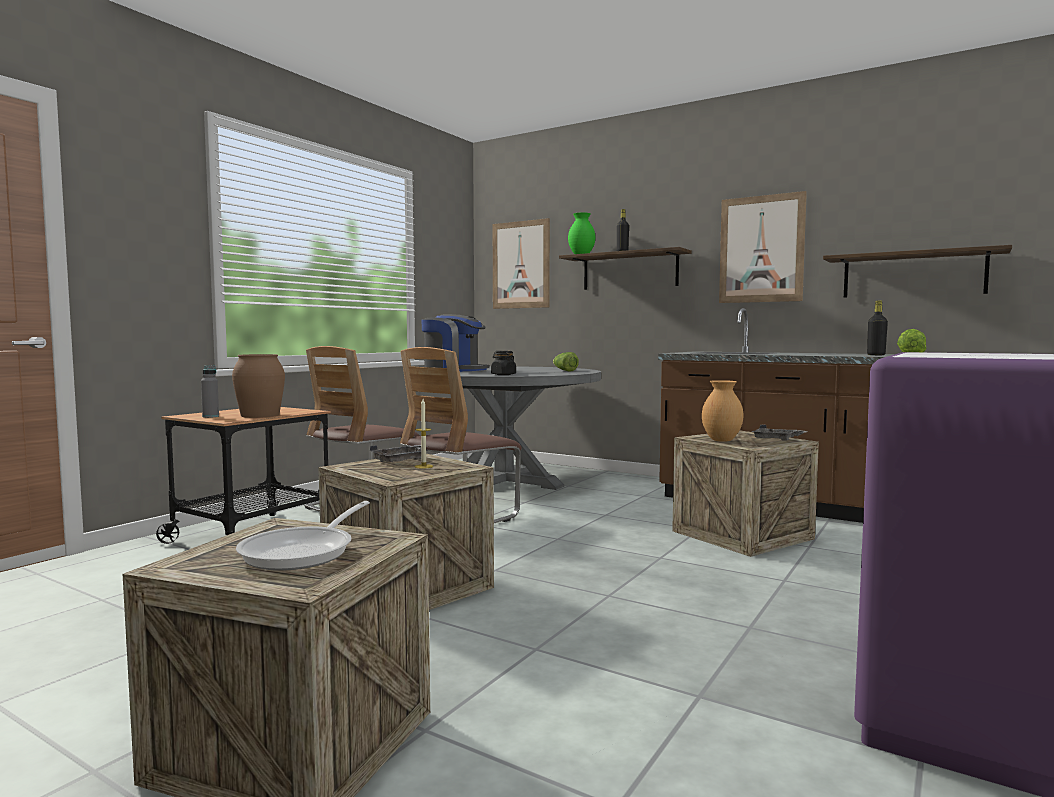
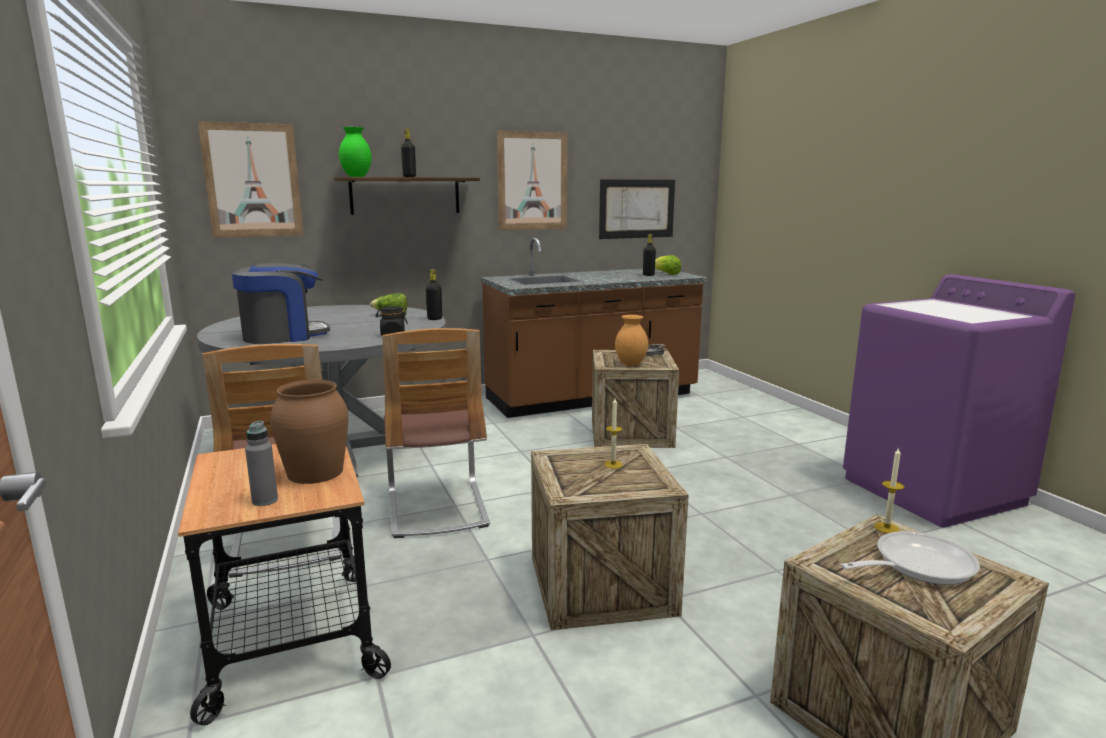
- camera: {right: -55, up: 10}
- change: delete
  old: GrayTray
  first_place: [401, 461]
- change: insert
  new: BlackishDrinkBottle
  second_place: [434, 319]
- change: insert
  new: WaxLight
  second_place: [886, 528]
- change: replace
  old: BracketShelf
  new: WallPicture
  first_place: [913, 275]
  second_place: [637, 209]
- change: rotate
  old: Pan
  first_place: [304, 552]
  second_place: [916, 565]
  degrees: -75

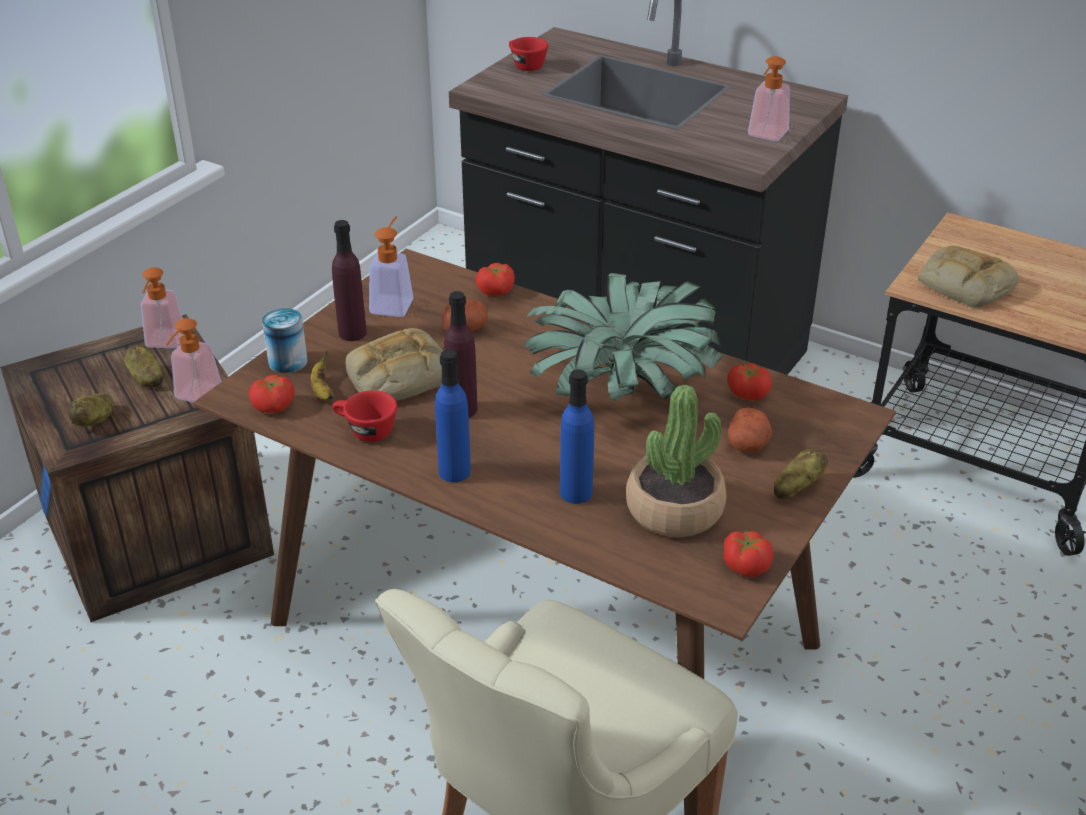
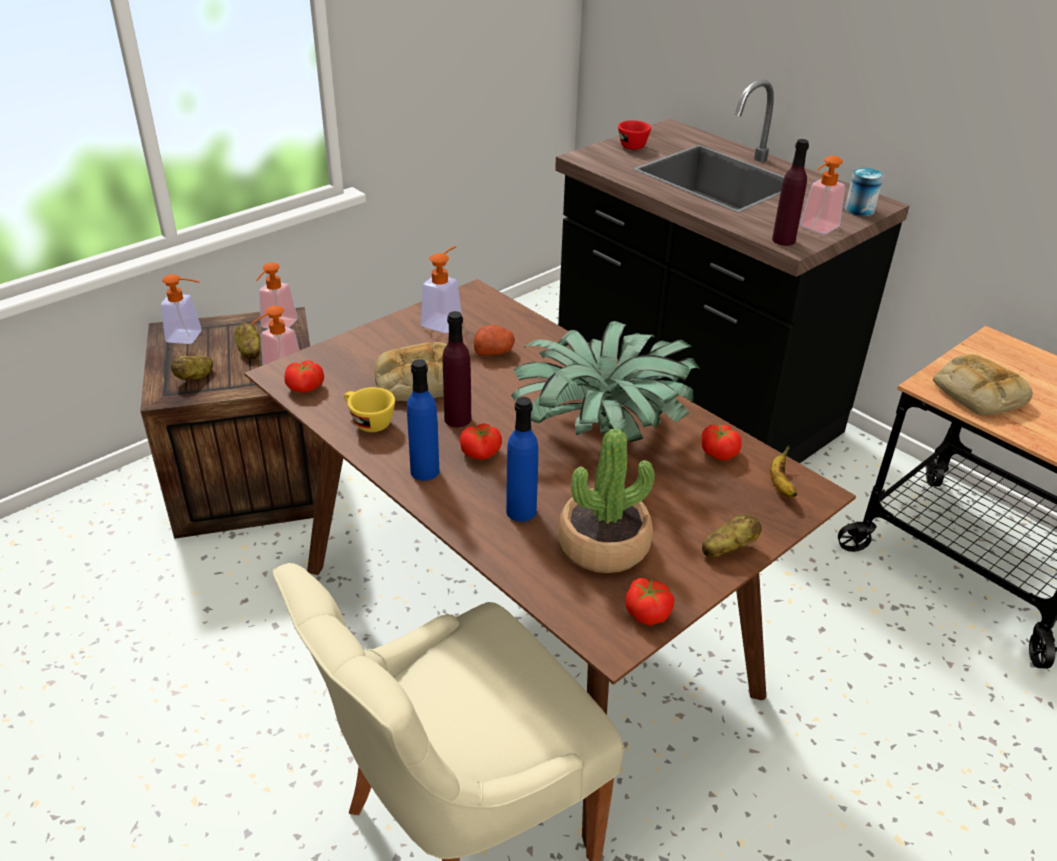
- camera: {right: 15, up: 0}
- change: delete
  old: Spud
  first_place: [748, 445]
- change: insert
  new: SoapDispenser
  second_place: [190, 337]
- change: move
  old: MetalCan
  first_place: [288, 362]
  second_place: [859, 210]
- change: move
  old: BananaFruit
  first_place: [322, 391]
  second_place: [780, 484]
- change: move
  old: PurpleDrinkBottle
  first_place: [352, 333]
  second_place: [783, 240]
- change: move
  old: WholeTomato
  first_place: [496, 291]
  second_place: [481, 453]
- change: recolor
  old: ReddishCup
  new: YellowCup
  first_place: [365, 431]
  second_place: [367, 422]

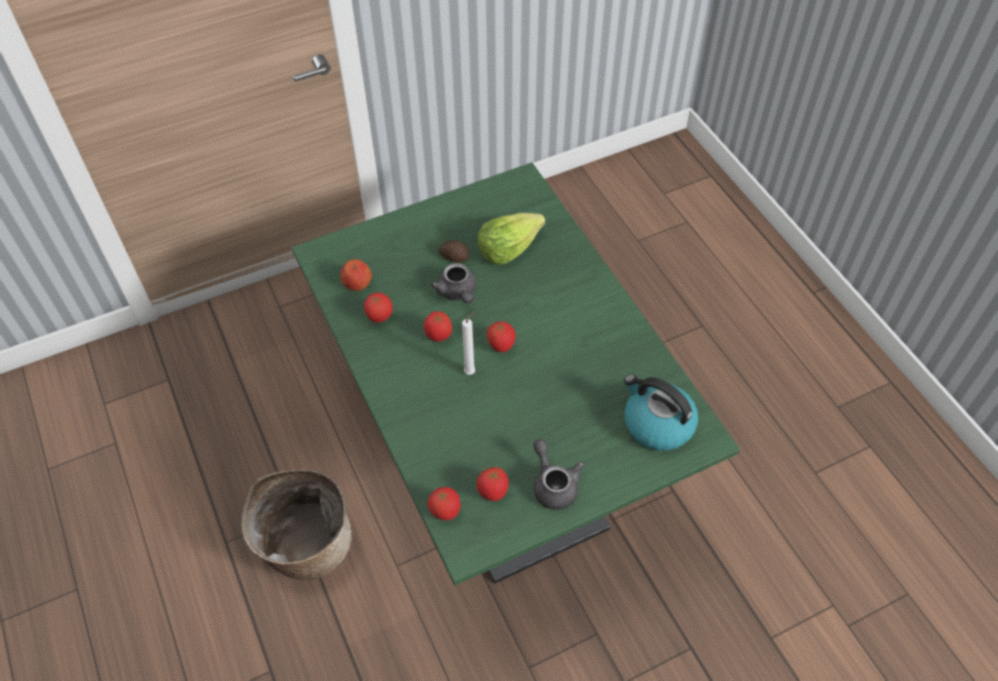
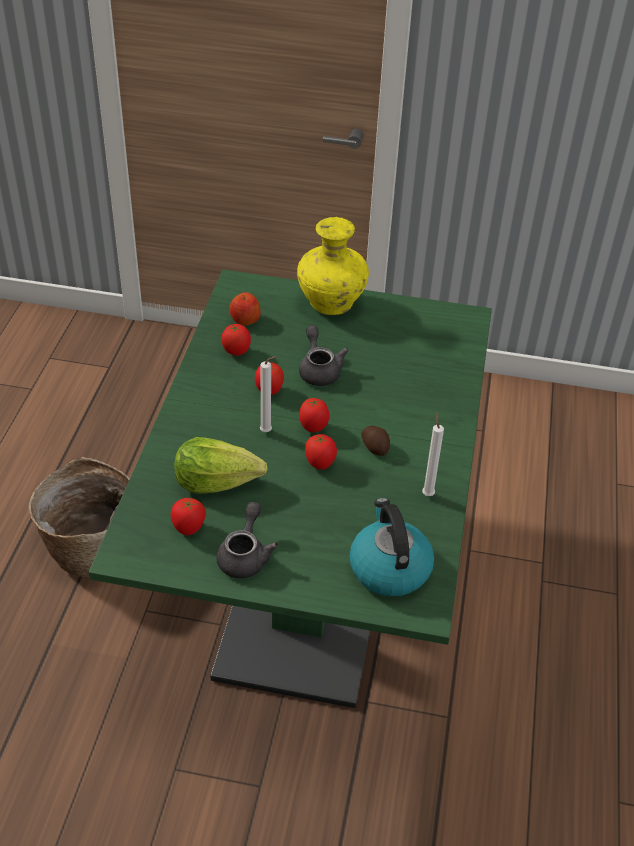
- camera: {right: 35, up: -10}
- change: insert
  new: YellowVase
  second_place: [330, 303]
- change: insert
  new: WhitishWaxLight
  second_place: [427, 493]
- change: move
  old: WholeTomato
  first_place: [445, 511]
  second_place: [320, 464]
- change: move
  old: Spud
  first_place: [454, 256]
  second_place: [375, 447]
- change: move
  old: Lettuce
  first_place: [508, 248]
  second_place: [217, 481]
- change: rotate
  old: GrayPotForTea
  first_place: [458, 293]
  second_place: [319, 369]
  degrees: 150

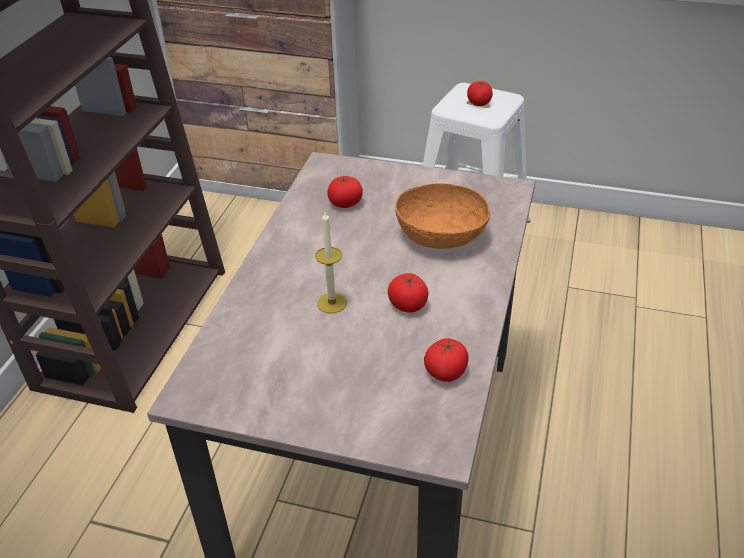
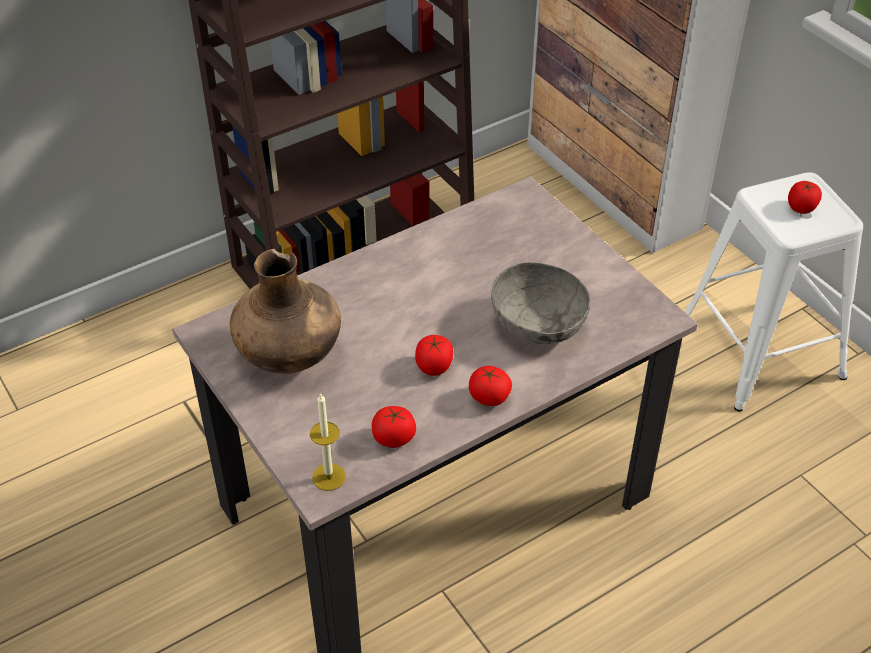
- camera: {right: 40, up: 5}
- change: insert
  new: BrownColouredVase
  second_place: [290, 355]
- change: move
  old: WaxLight
  first_place: [332, 303]
  second_place: [329, 477]
- change: move
  old: WholeTomato
  first_place: [345, 203]
  second_place: [489, 397]
- change: recolor
  old: OrangeyServingBowl
  new: GrayServingBowl
  first_place: [441, 235]
  second_place: [538, 324]

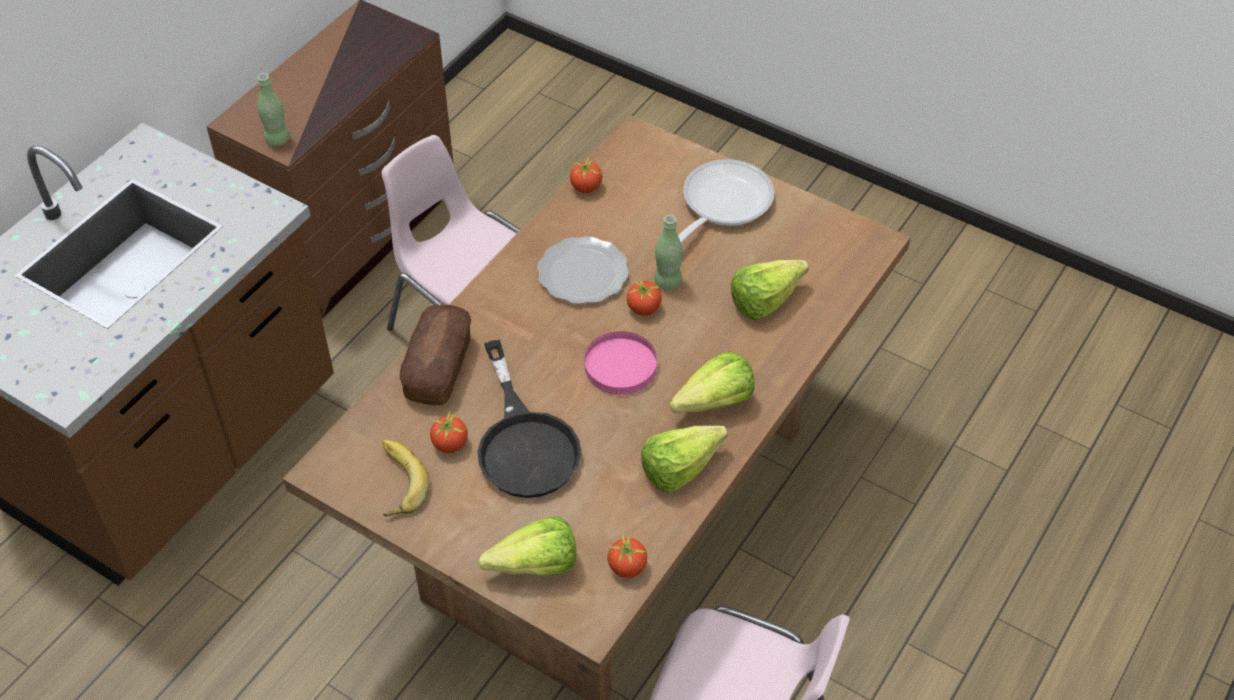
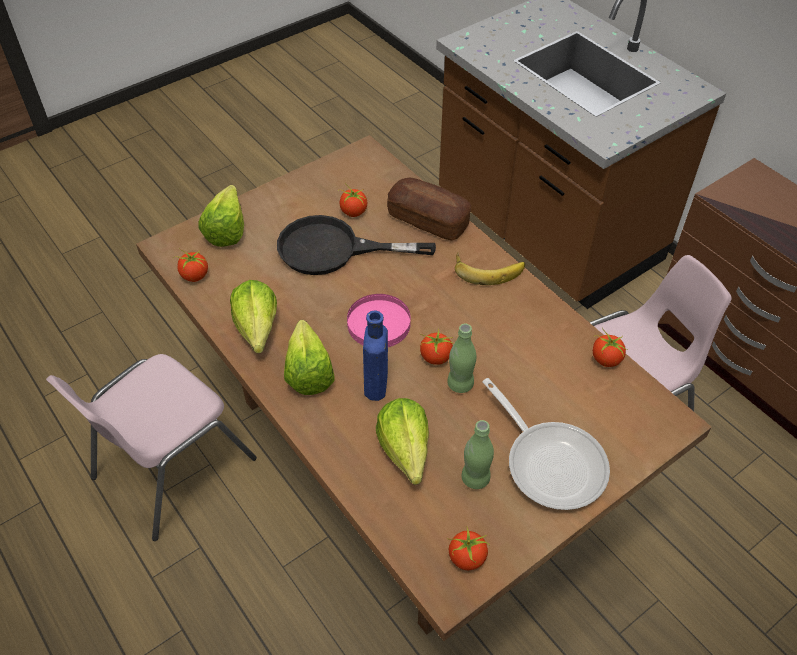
- camera: {right: 110, up: 0}
- change: delete
  old: DinnerPlate
  first_place: [583, 274]
- change: insert
  new: BlueColouredDrinkBottle
  second_place: [376, 387]
- change: insert
  new: WholeTomato
  second_place: [466, 558]
- change: move
  old: GreenishDrinkBottle
  first_place: [277, 139]
  second_place: [475, 478]
- change: move
  old: BananaFruit
  first_place: [395, 482]
  second_place: [488, 269]

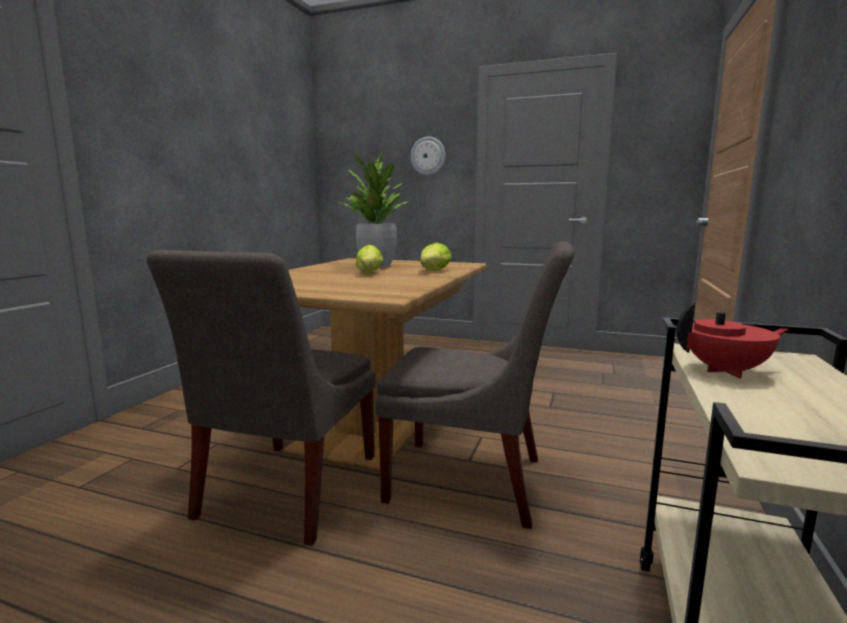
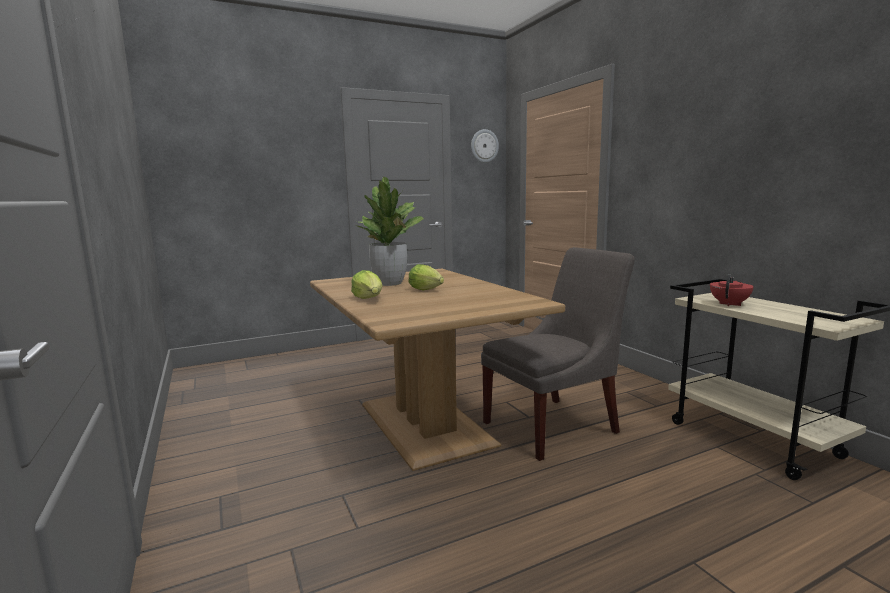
- camera: {right: -45, up: 0}
- change: delete
  old: GrayChair
  first_place: [284, 493]
- change: move
  old: HangingClock
  first_place: [428, 156]
  second_place: [484, 146]
- change: move
  old: Lettuce
  first_place: [434, 271]
  second_place: [369, 299]

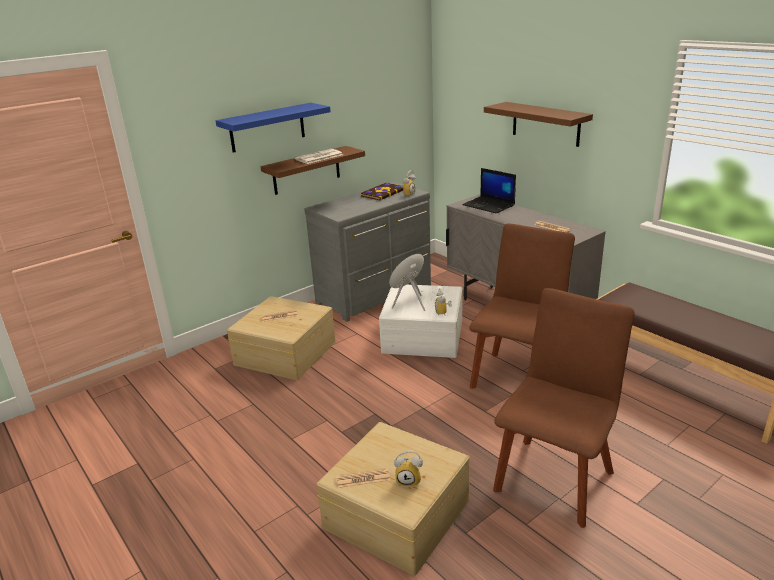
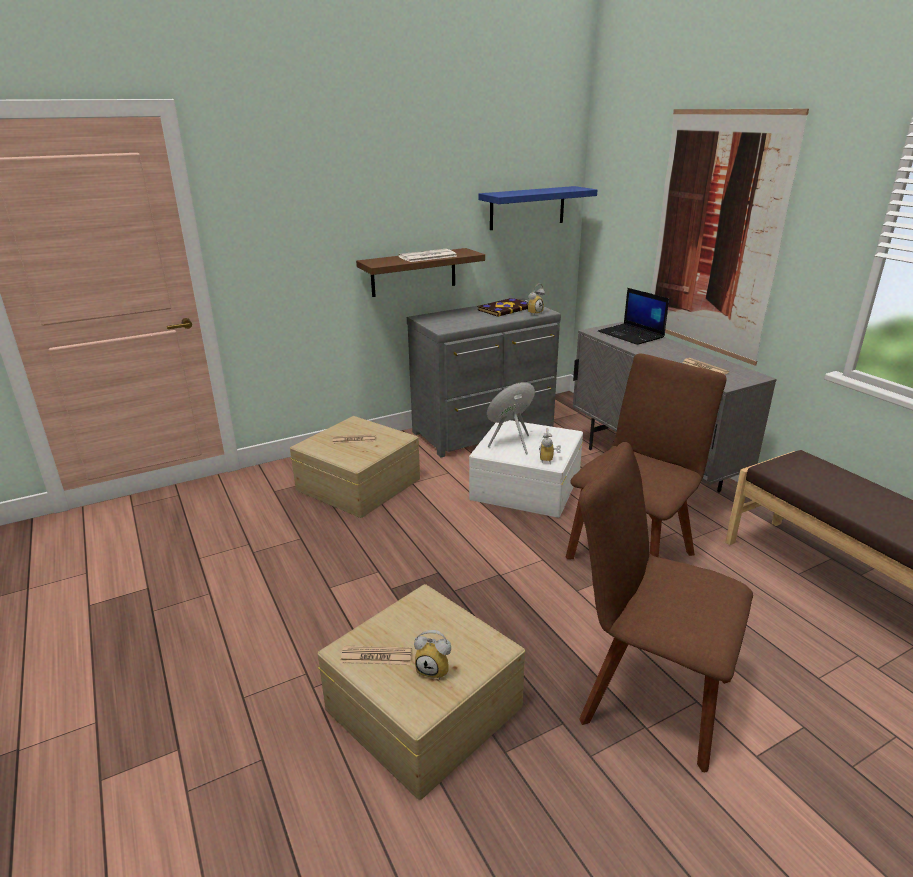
- camera: {right: 10, up: 0}
- change: move
  old: BlueColouredBracketShelf
  first_place: [267, 127]
  second_place: [527, 208]
- change: replace
  old: BrownColouredBracketShelf
  new: WallPicture
  first_place: [545, 124]
  second_place: [715, 235]
- change: rotate
  old: BrownColouredChair
  first_place: [555, 476]
  second_place: [648, 695]
  degrees: -105

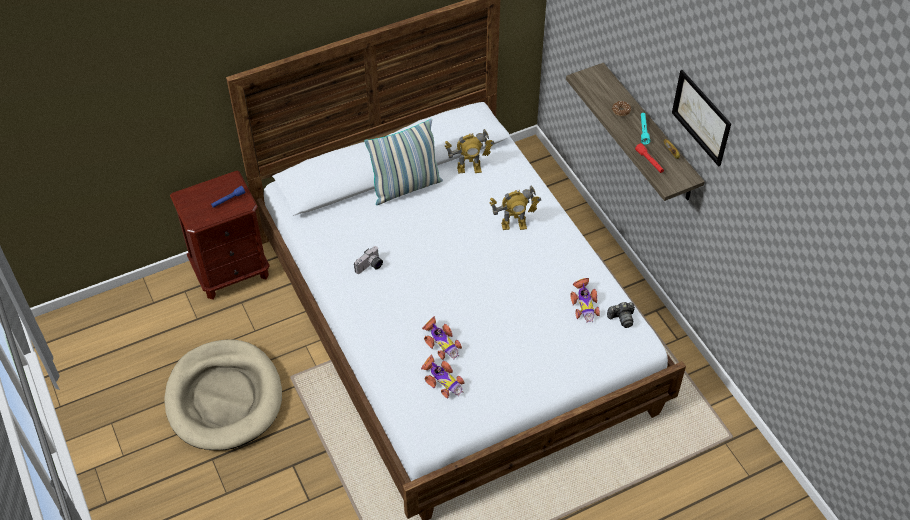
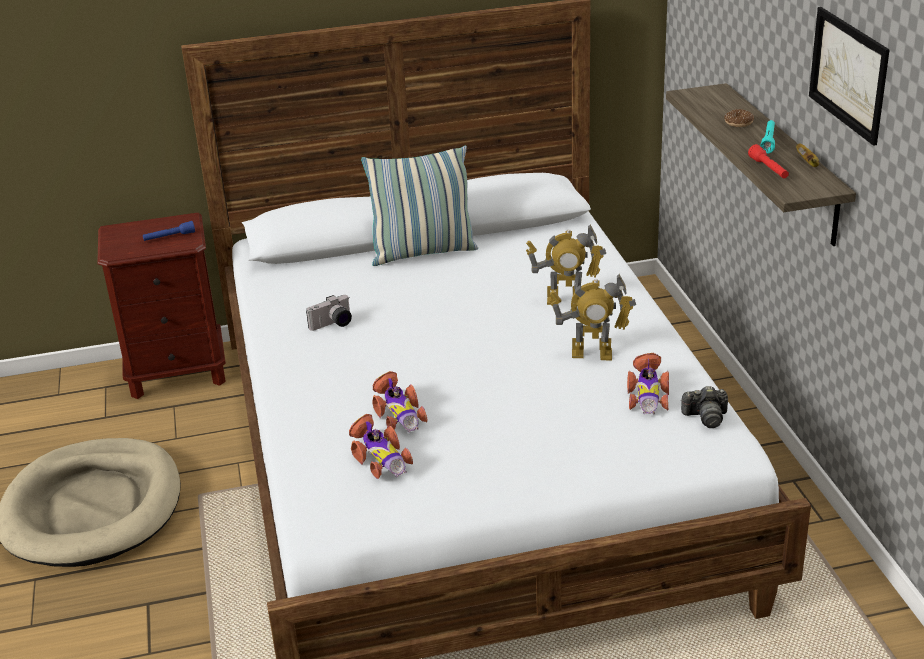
- camera: {right: 15, up: -20}
- change: move
  old: ToyRobot
  first_place: [469, 169]
  second_place: [592, 354]

